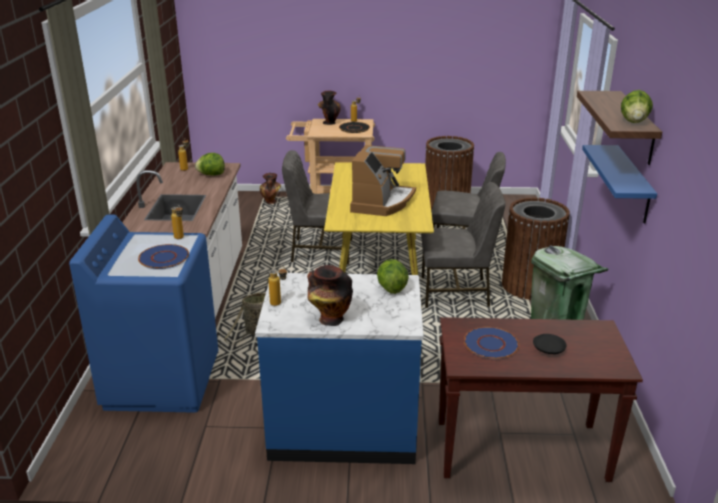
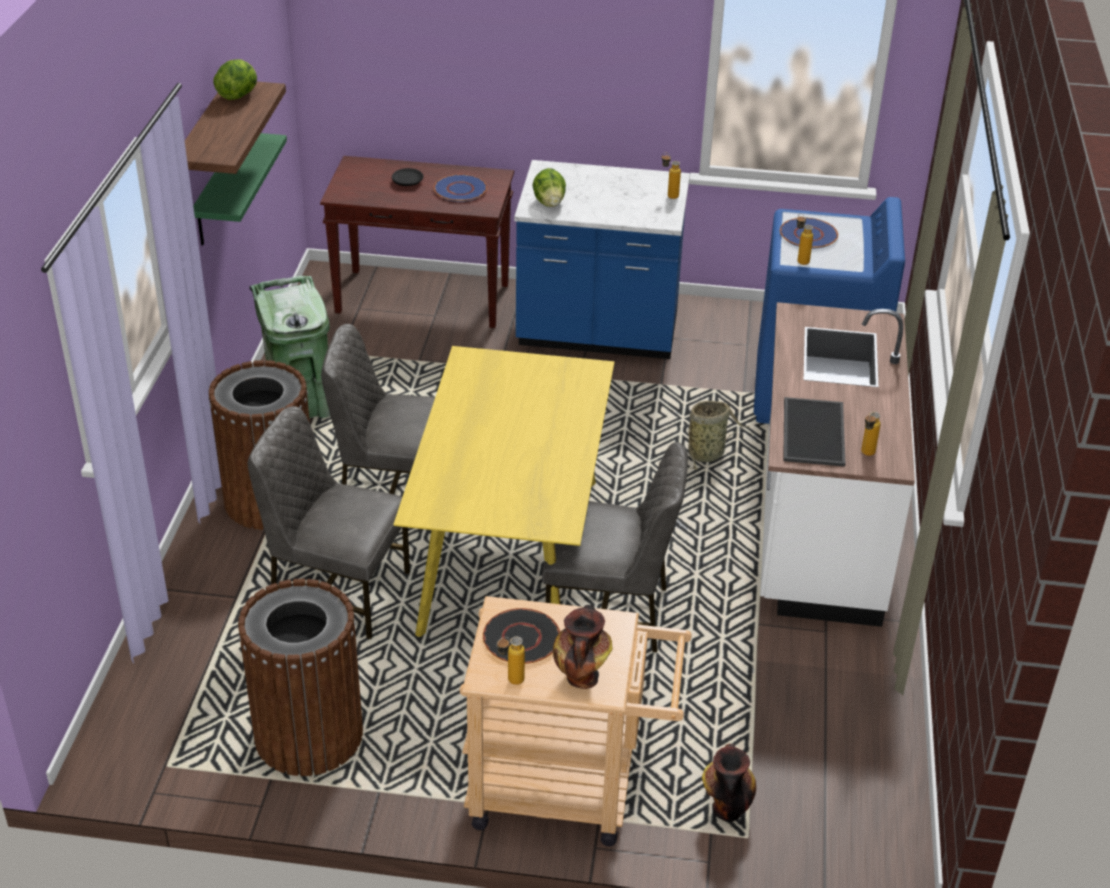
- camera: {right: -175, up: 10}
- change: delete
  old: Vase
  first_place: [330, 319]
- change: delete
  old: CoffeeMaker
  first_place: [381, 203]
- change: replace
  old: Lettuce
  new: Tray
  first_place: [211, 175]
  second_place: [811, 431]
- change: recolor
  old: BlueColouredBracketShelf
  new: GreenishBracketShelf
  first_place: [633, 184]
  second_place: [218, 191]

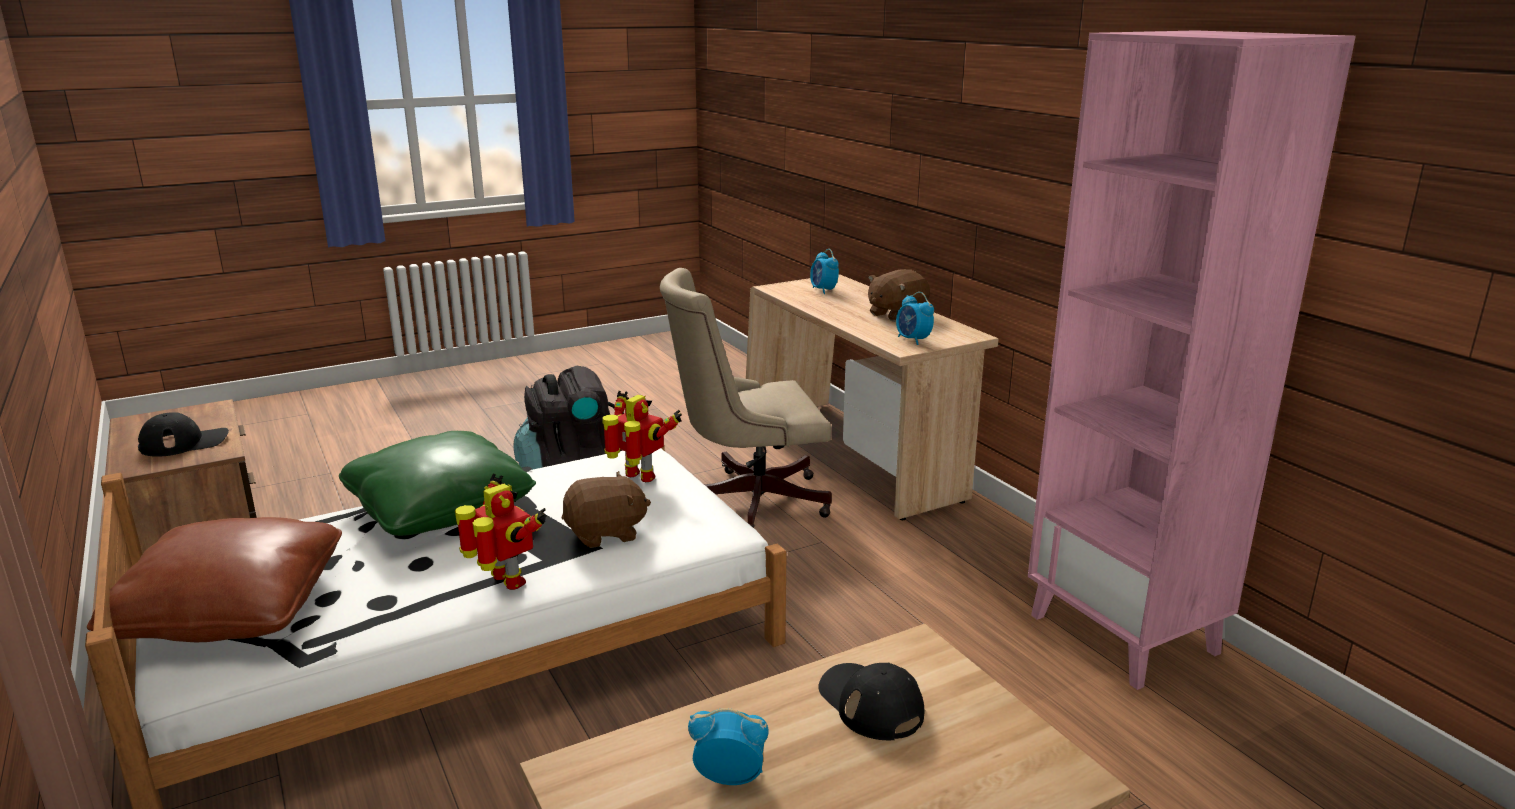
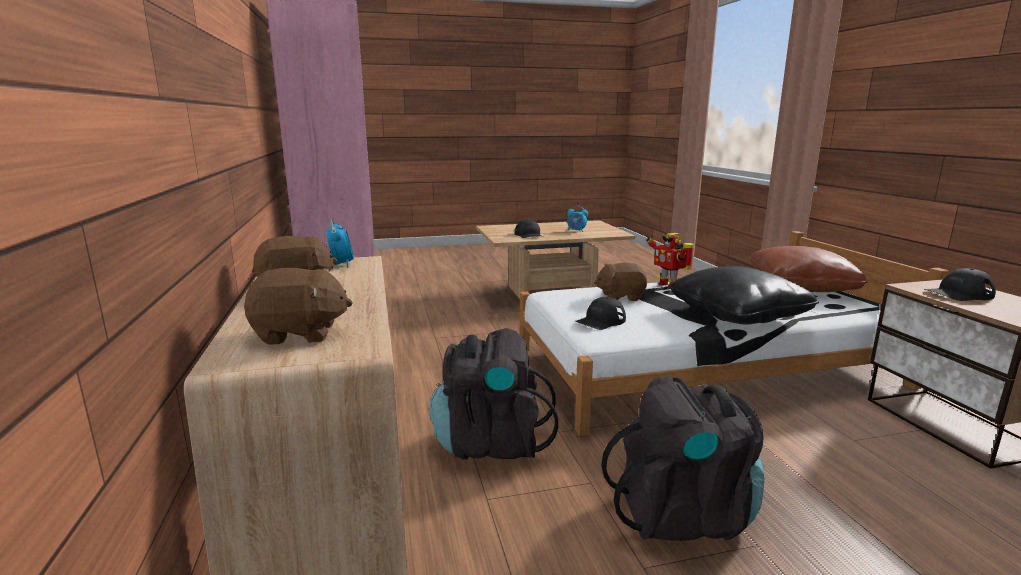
- camera: {right: -165, up: -5}
- change: replace
  old: ToyRobot
  new: BlackishPeakedCap
  first_place: [639, 478]
  second_place: [600, 321]
- change: replace
  old: BeigeColouredOfficeChair
  new: BlackishBackpack
  first_place: [747, 501]
  second_place: [491, 443]
- change: replace
  old: TableClock
  new: BrownColouredSoftToy
  first_place: [823, 290]
  second_place: [300, 334]
- change: recolor
  old: GreenishThrowPillow
  new: BlackishThrowPillow
  first_place: [440, 508]
  second_place: [737, 315]

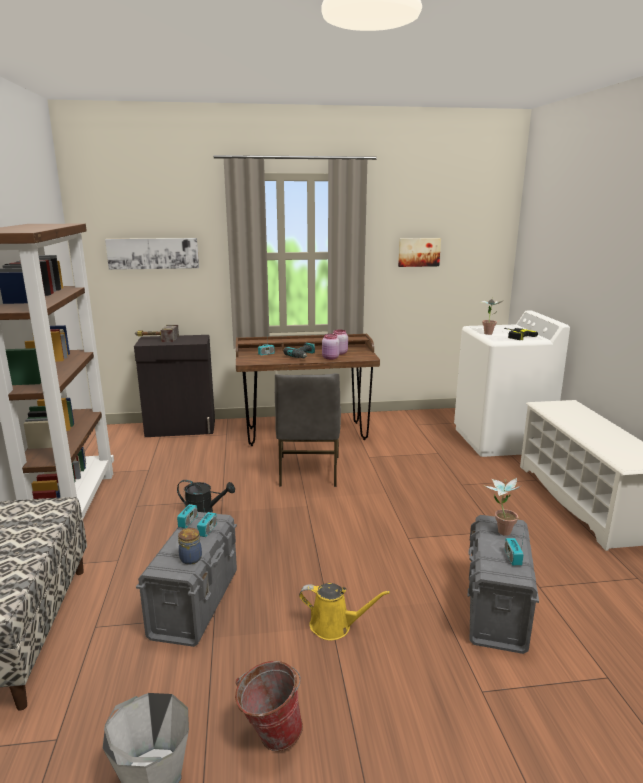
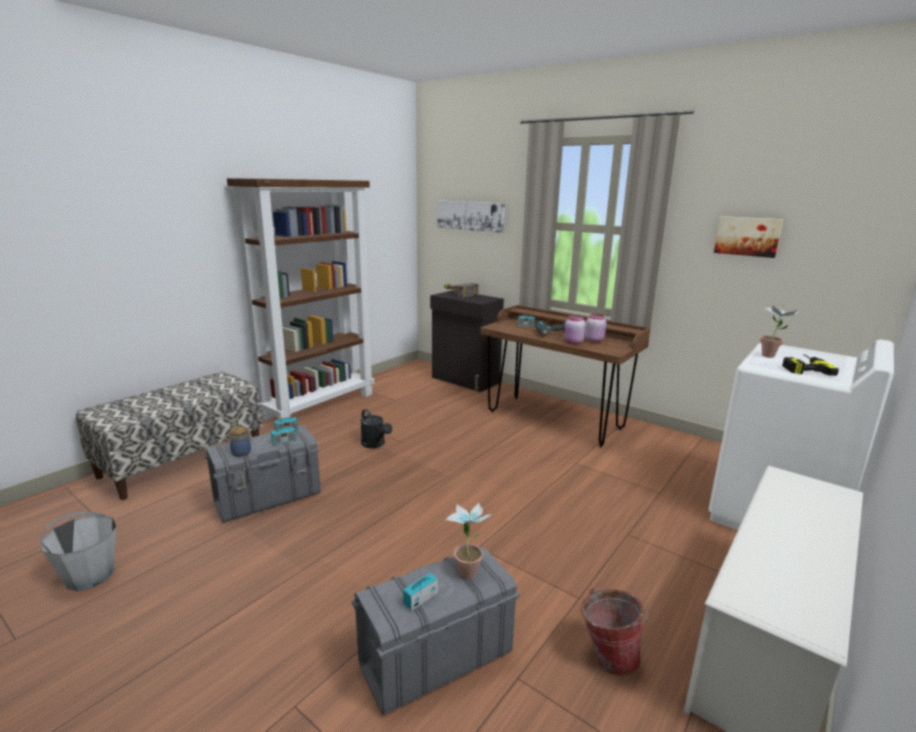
- camera: {right: 45, up: 0}
- change: delete
  old: GrayChair
  first_place: [308, 471]
- change: delete
  old: YellowSprinklingCan
  first_place: [334, 626]
- change: move
  old: Pail
  first_place: [270, 734]
  second_place: [607, 656]

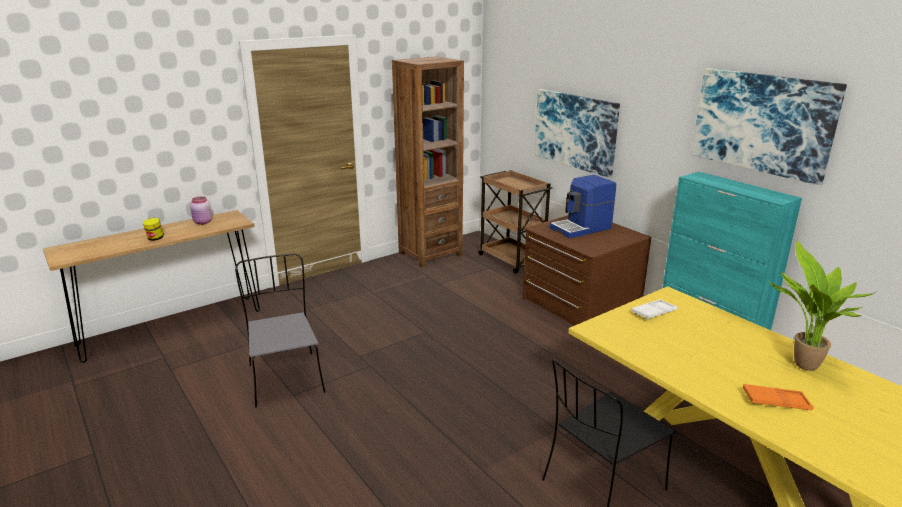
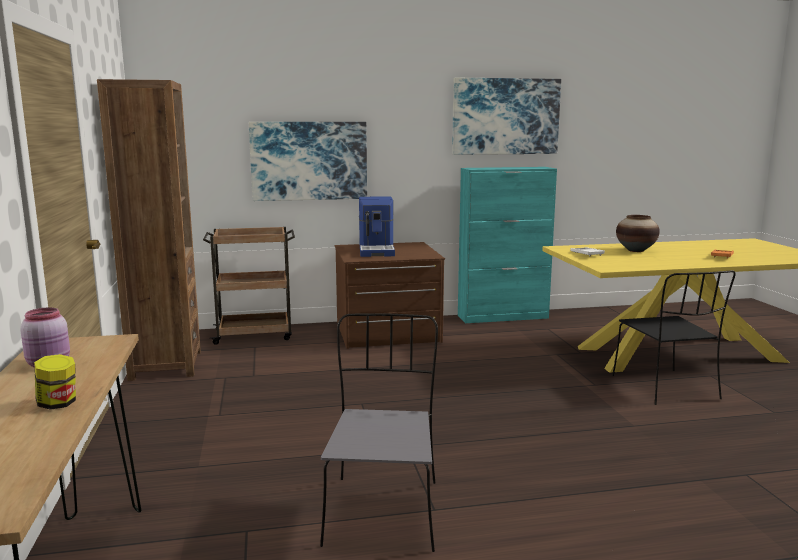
- camera: {right: -65, up: -10}
- change: delete
  old: PlantInAPot
  first_place: [801, 365]
- change: insert
  new: Vase
  second_place: [636, 250]
- change: rotate
  old: GrayChair
  first_place: [285, 377]
  second_place: [383, 510]
  degrees: 90

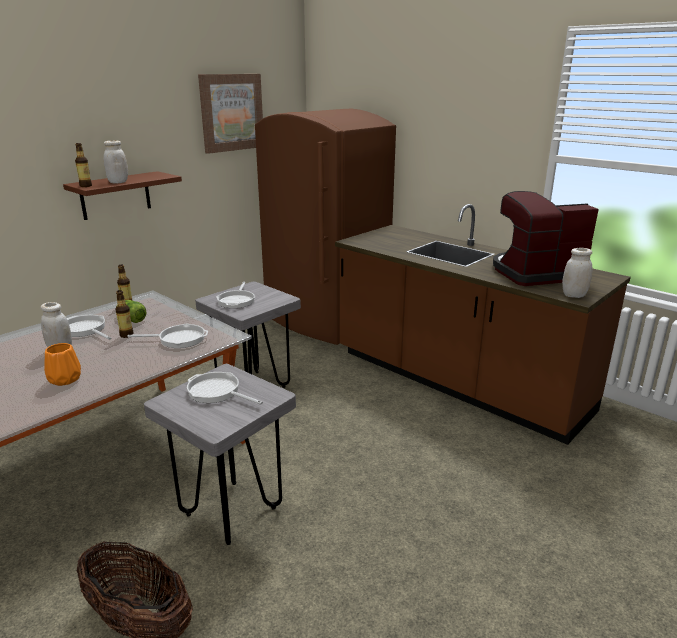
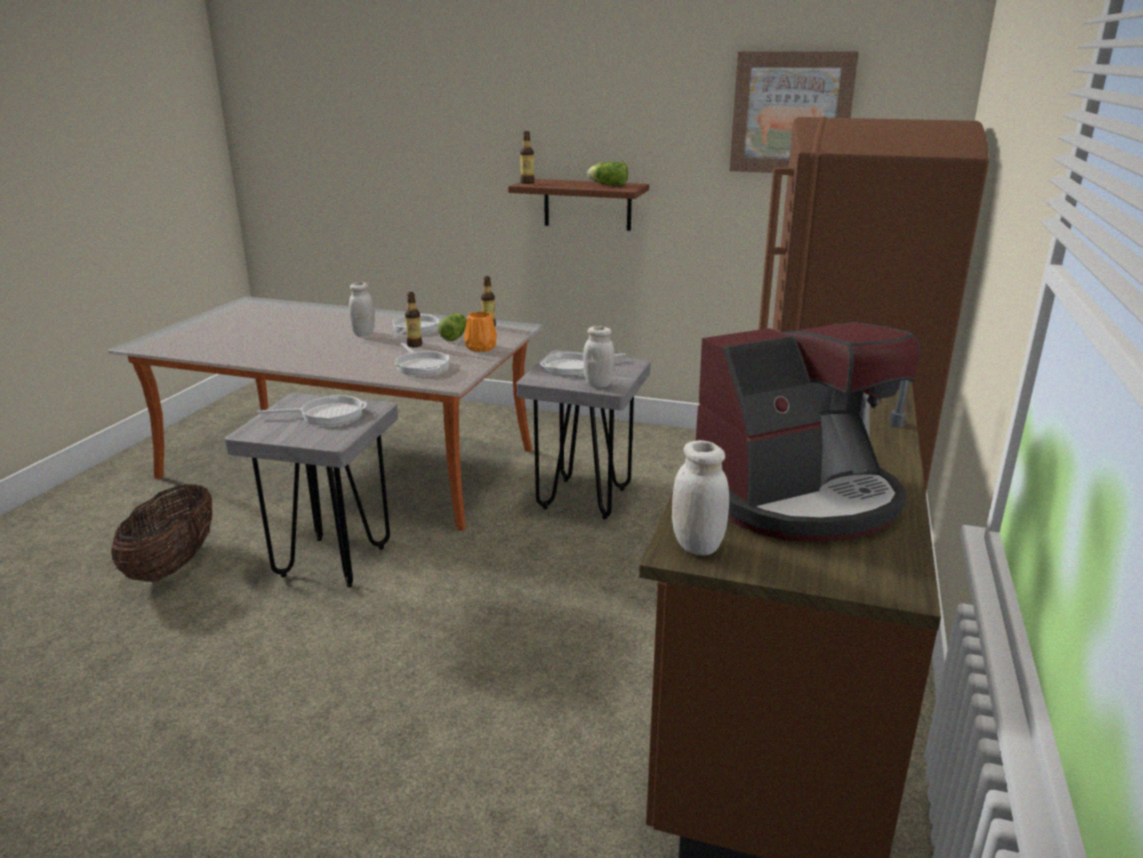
- camera: {right: 65, up: 0}
- change: insert
  new: Lettuce
  second_place: [607, 185]
- change: move
  old: OrangeyVase
  first_place: [64, 379]
  second_place: [480, 348]
- change: move
  old: WhitishPreserveJar
  first_place: [118, 182]
  second_place: [598, 384]
- change: rotate
  old: Pan
  first_place: [216, 392]
  second_place: [327, 414]
  degrees: 75
- change: rotate
  old: CoffeeMaker
  first_place: [535, 273]
  second_place: [797, 498]
  degrees: 105

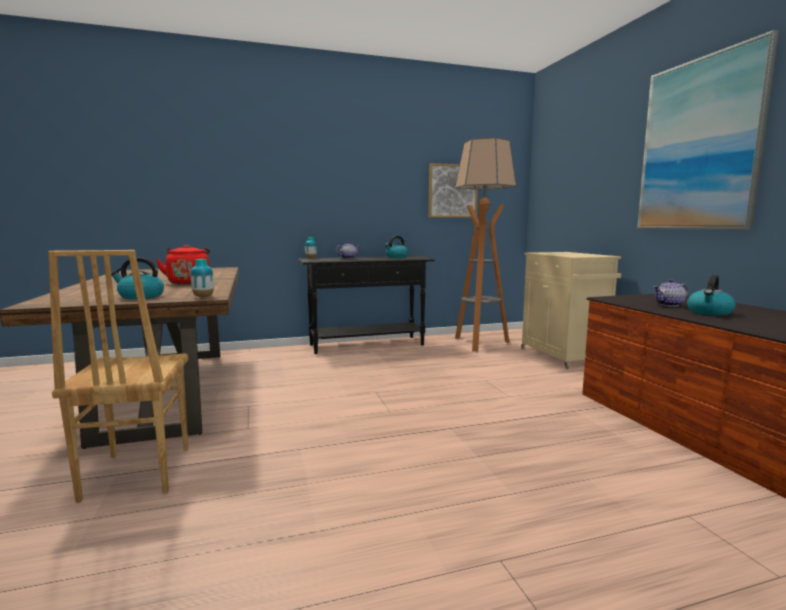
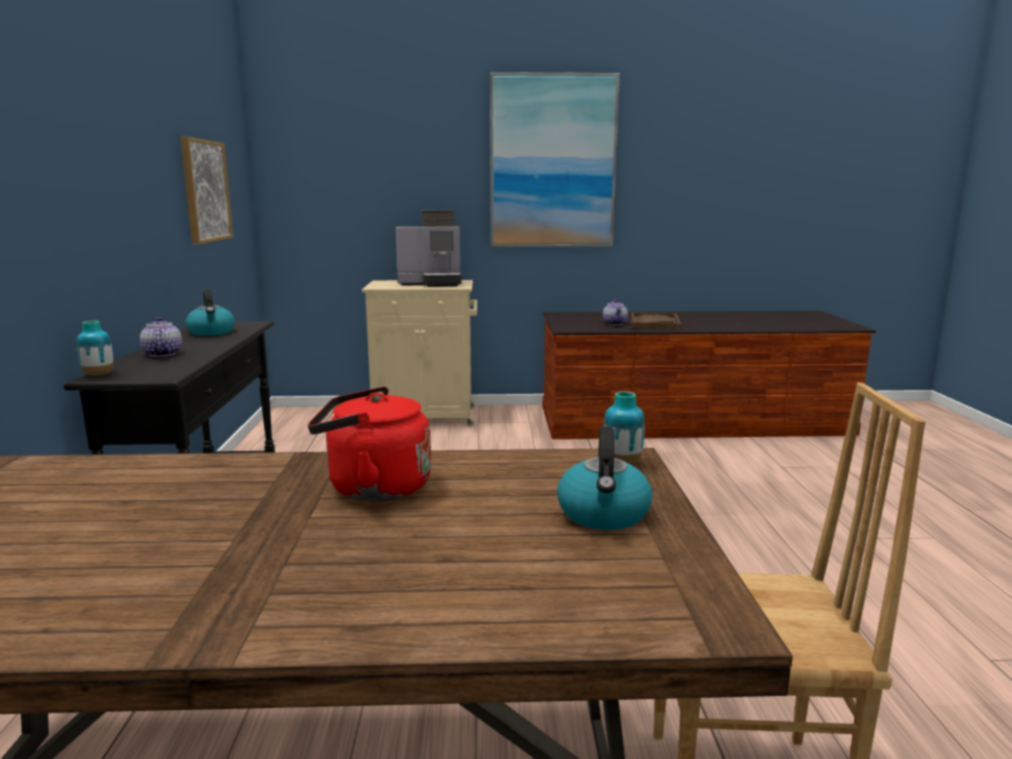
- camera: {right: -75, up: 5}
- change: delete
  old: StandingLamp
  first_place: [479, 343]
- change: insert
  new: CoffeeMaker
  second_place: [431, 283]
- change: replace
  old: WaterKettle
  new: BrownColouredTray
  first_place: [709, 312]
  second_place: [654, 323]

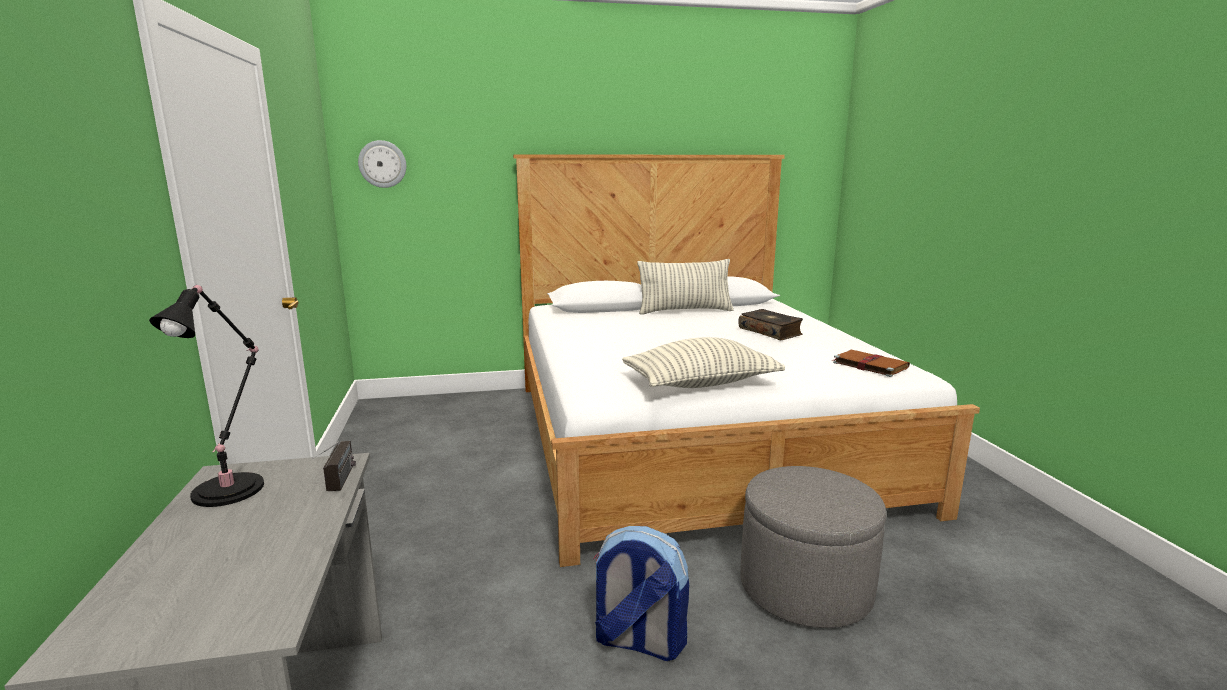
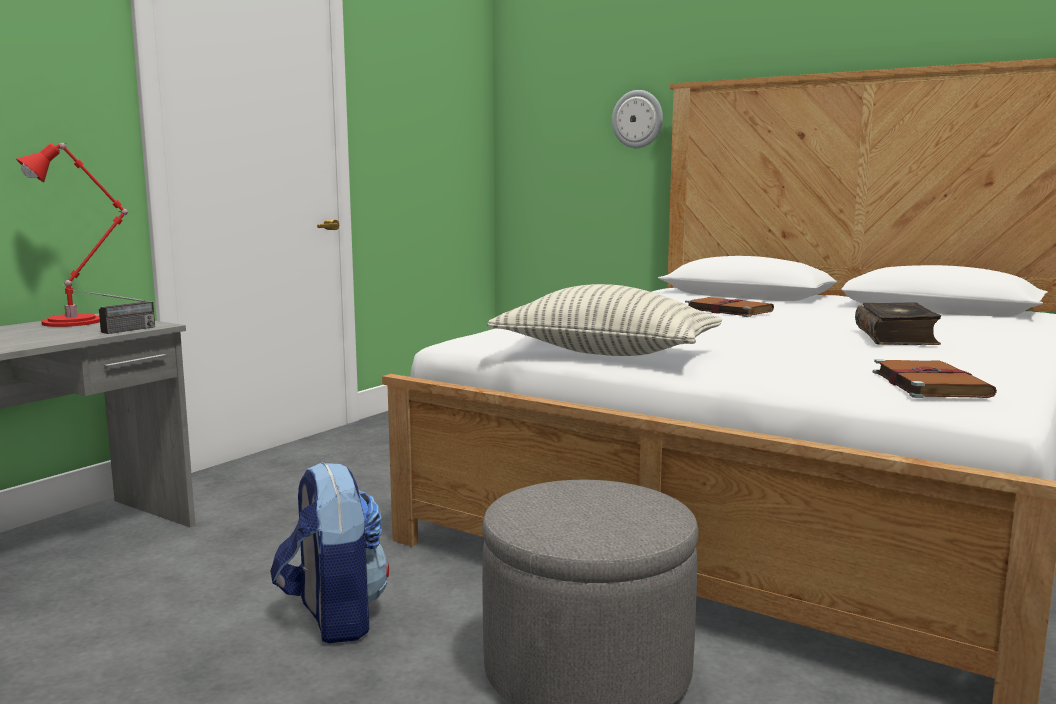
- camera: {right: 45, up: -5}
- change: delete
  old: ThrowPillow
  first_place: [685, 311]
- change: insert
  new: BrownColouredBoundBook
  second_place: [726, 310]
- change: move
  old: HangingClock
  first_place: [382, 164]
  second_place: [637, 119]
- change: recolor
  old: BlackishTableLamp
  new: ReddishTableLamp
  first_place: [233, 487]
  second_place: [77, 322]

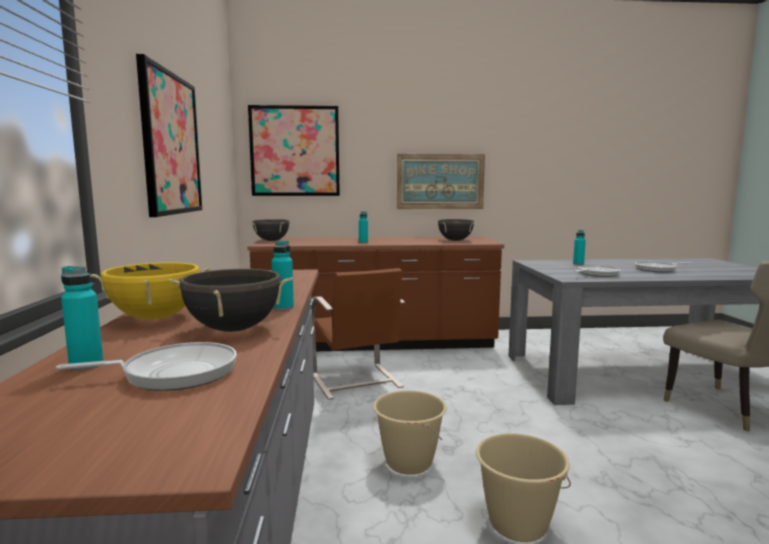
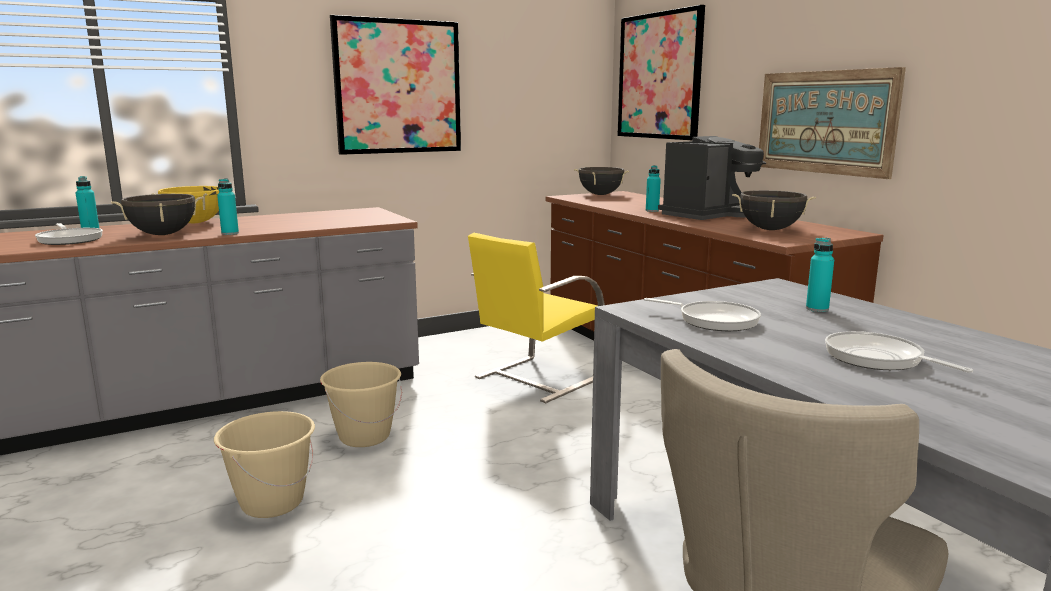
- camera: {right: 65, up: 5}
- change: insert
  new: CoffeeMaker
  second_place: [710, 214]
- change: recolor
  old: BrownColouredChair
  new: YellowChair
  first_place: [356, 381]
  second_place: [534, 379]

